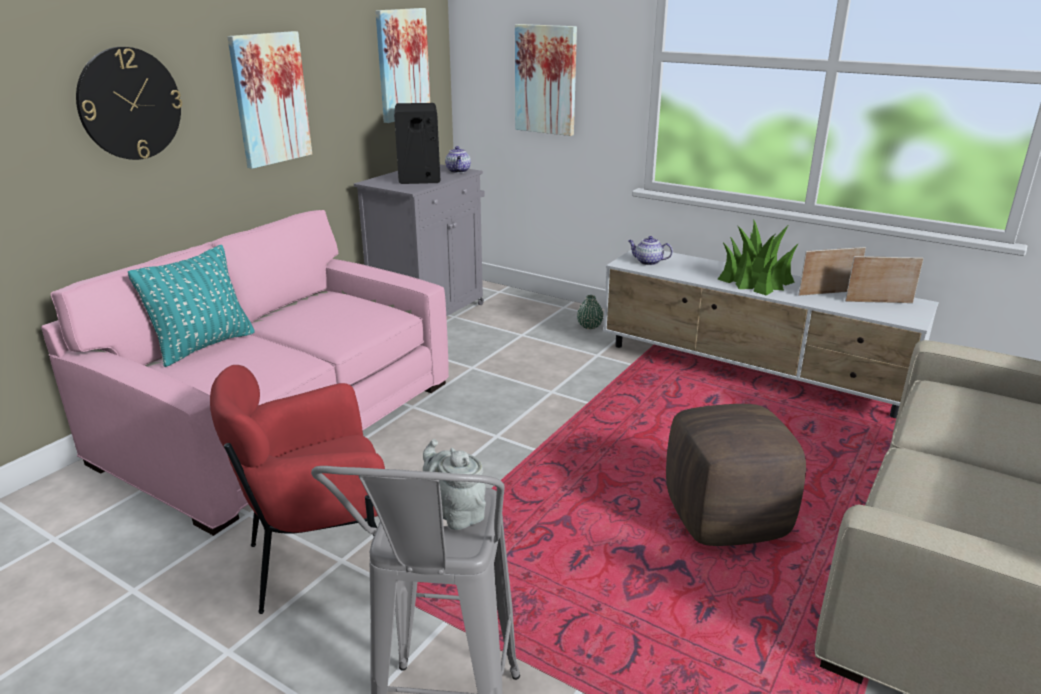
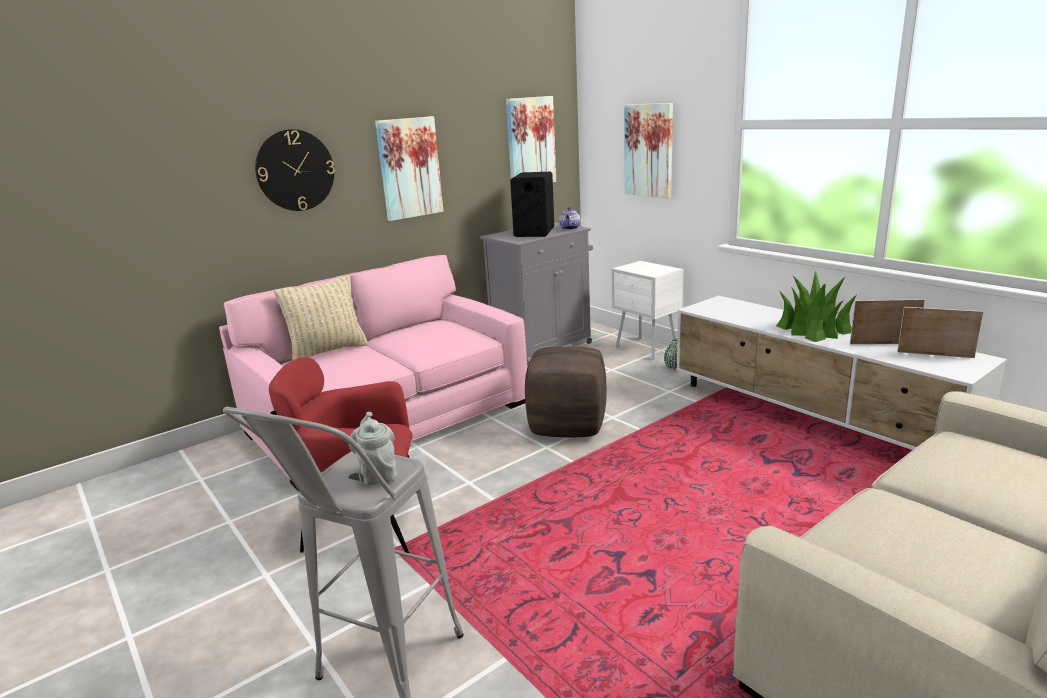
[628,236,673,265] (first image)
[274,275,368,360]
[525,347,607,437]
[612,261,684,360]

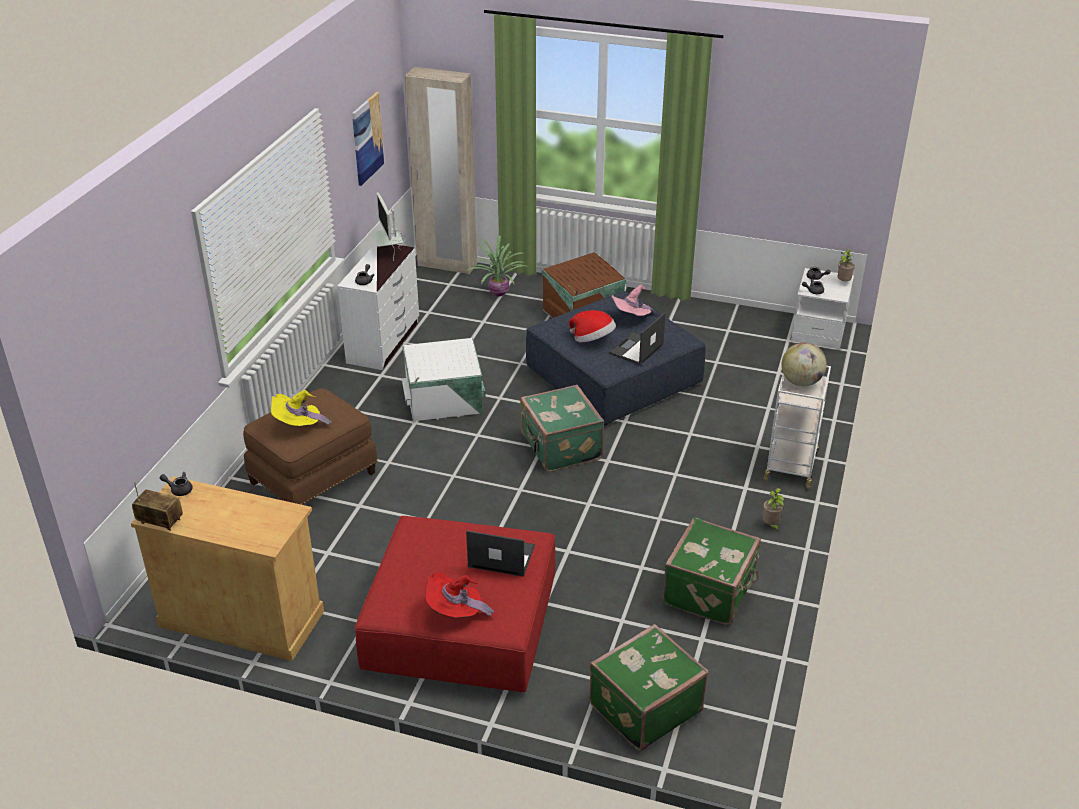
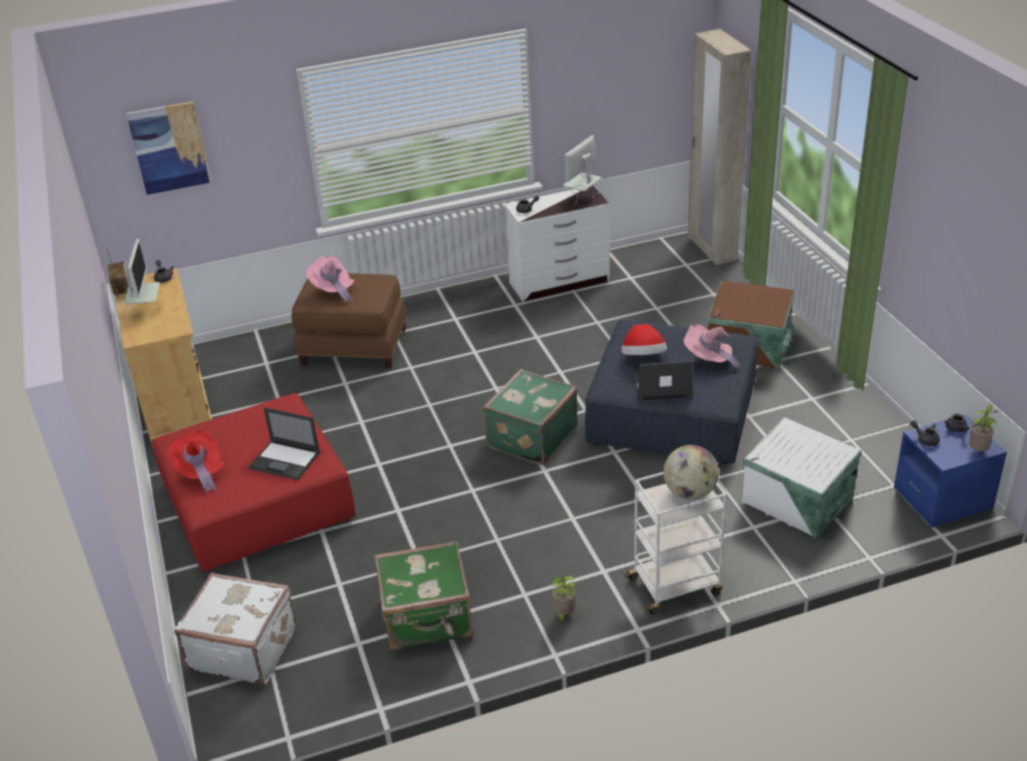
[126,101,211,195]
[464,235,529,296] (first image)
[894,414,1007,527]
[742,417,862,539]
[306,256,354,304]
[249,407,320,480]
[174,573,296,685]
[120,239,160,312]

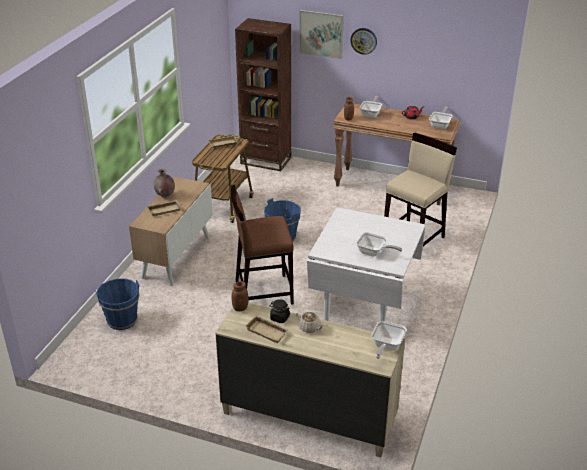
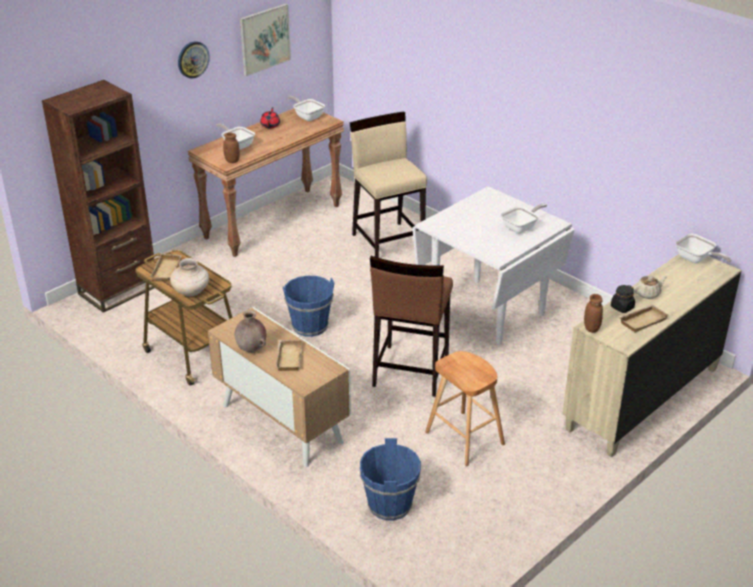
[240,4,291,76]
[170,258,209,296]
[425,351,505,466]

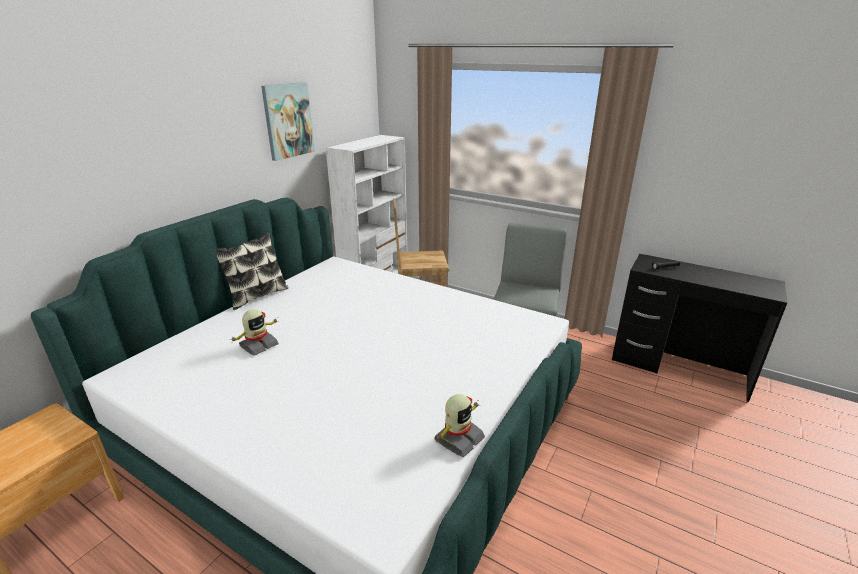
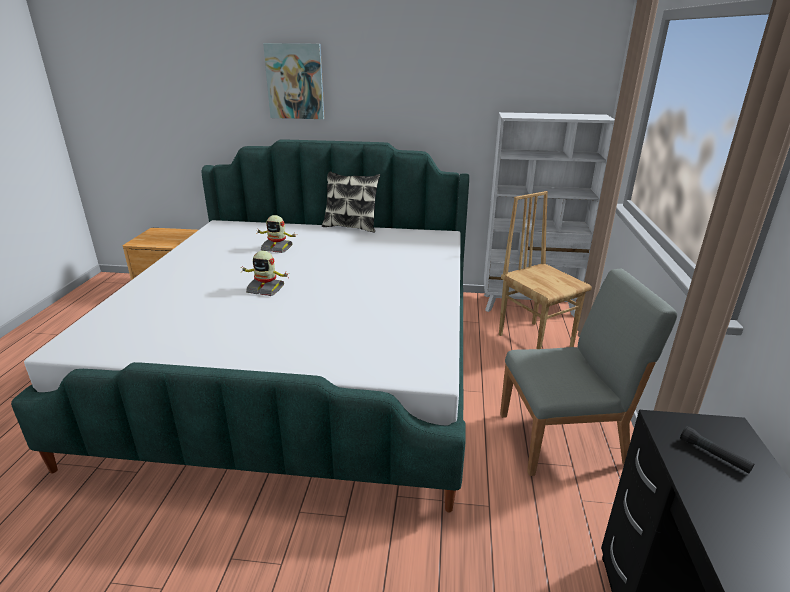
[263,43,325,119]
[241,251,290,296]

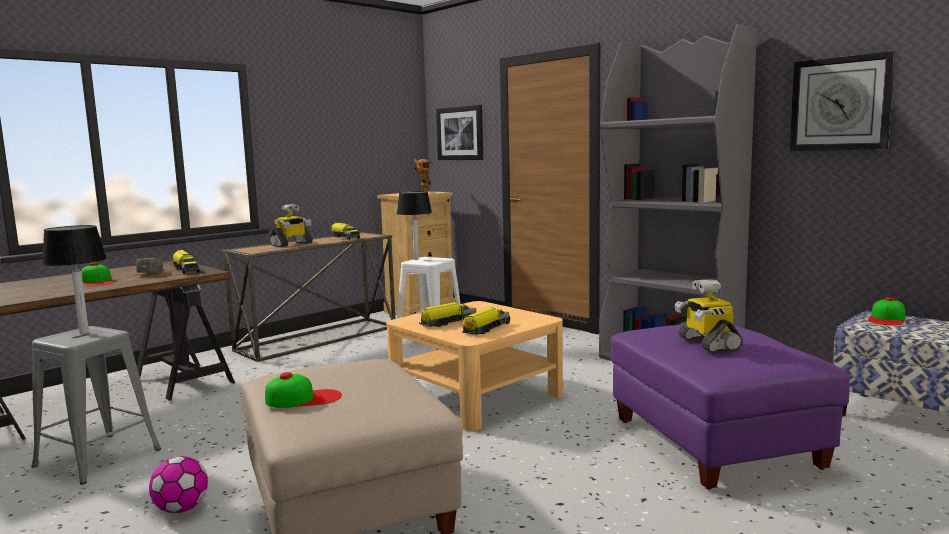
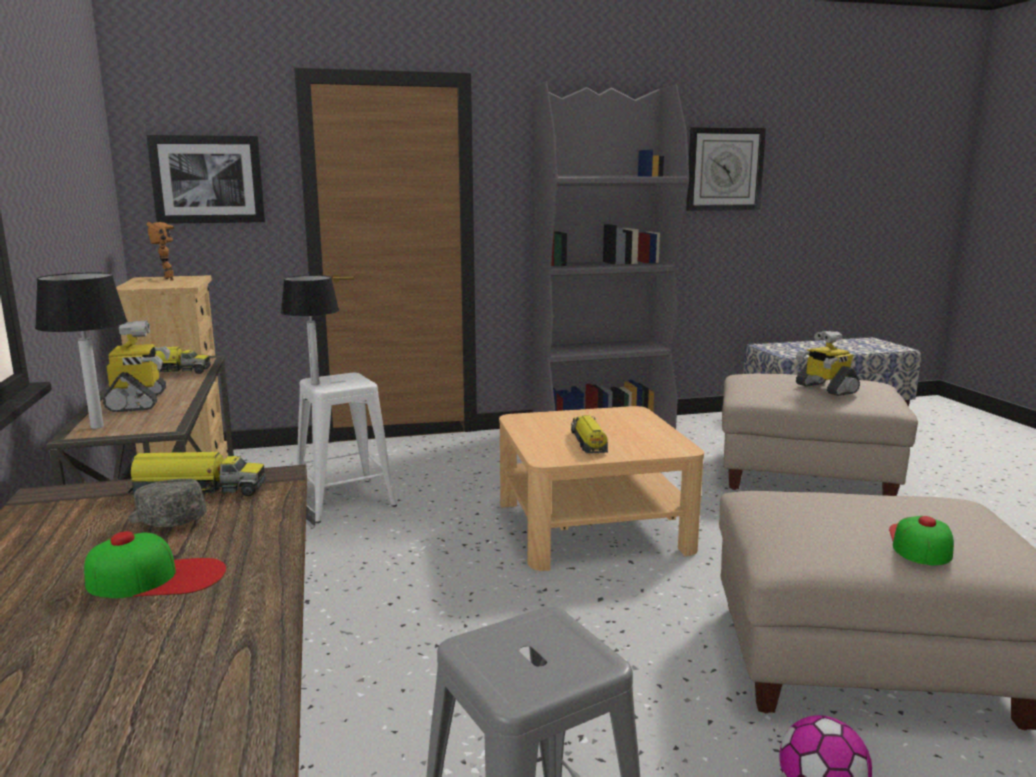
[35,272,128,429]
[796,331,860,396]
[867,297,905,326] (first image)
[462,307,510,335] (first image)
[722,374,918,496]

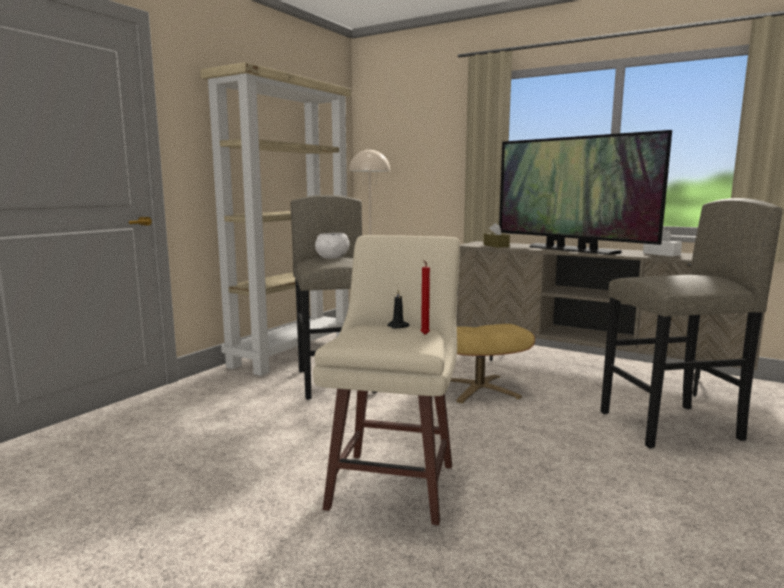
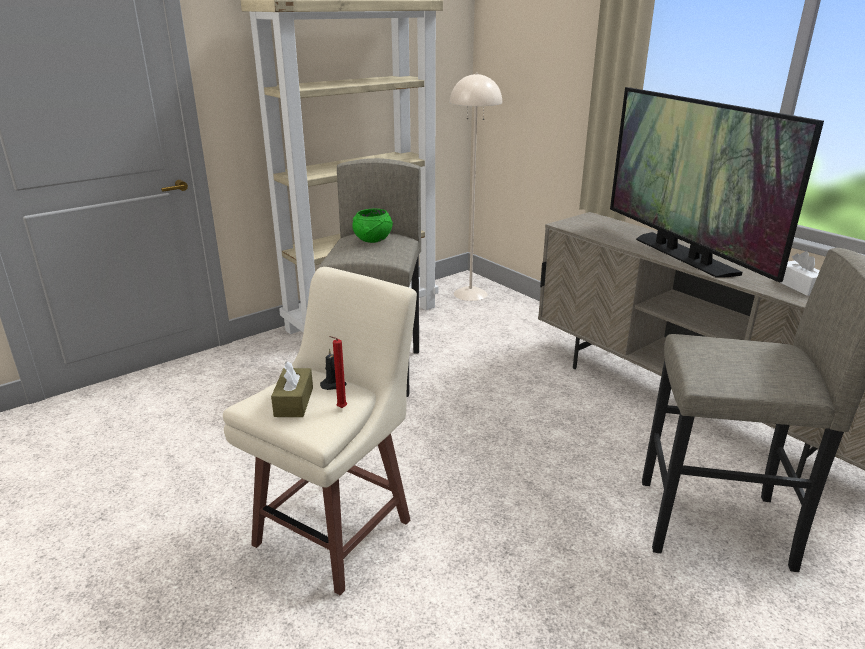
[271,361,313,417]
[352,209,393,243]
[450,324,535,403] (first image)

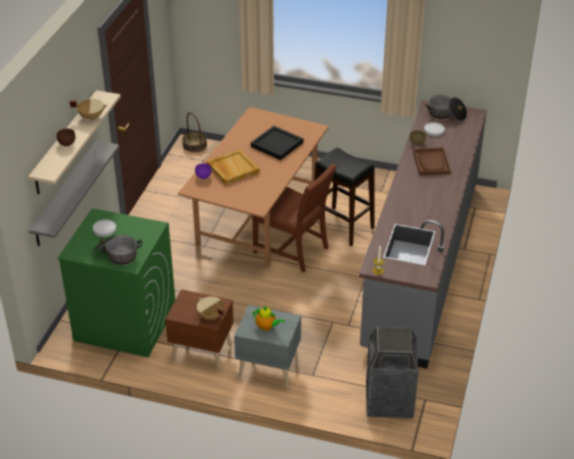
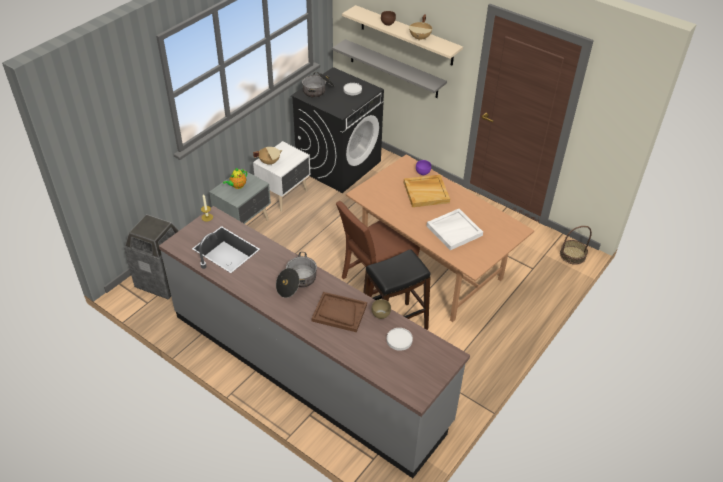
[276,252,317,298]
[427,209,483,250]
[291,67,384,193]
[253,141,310,212]

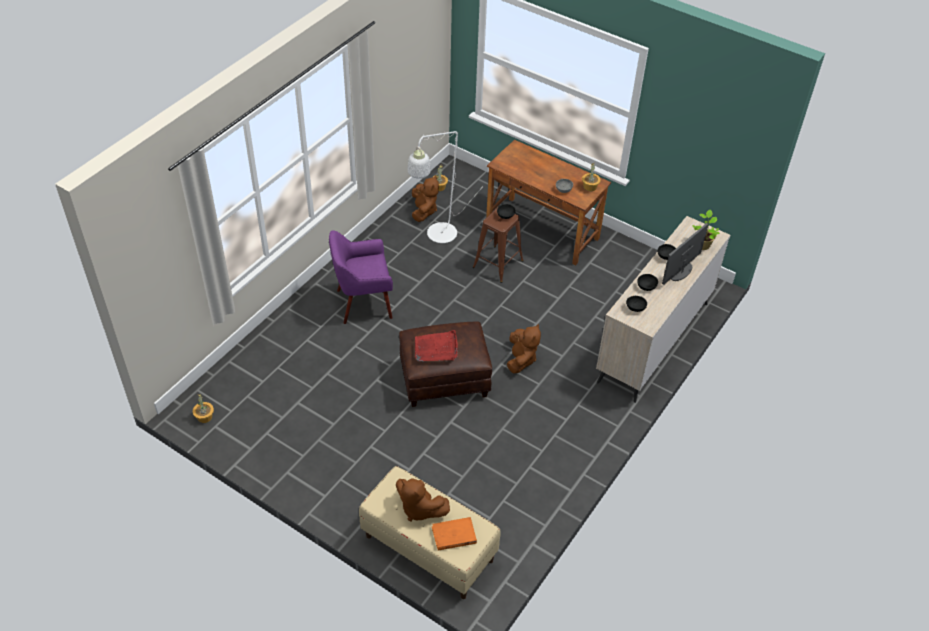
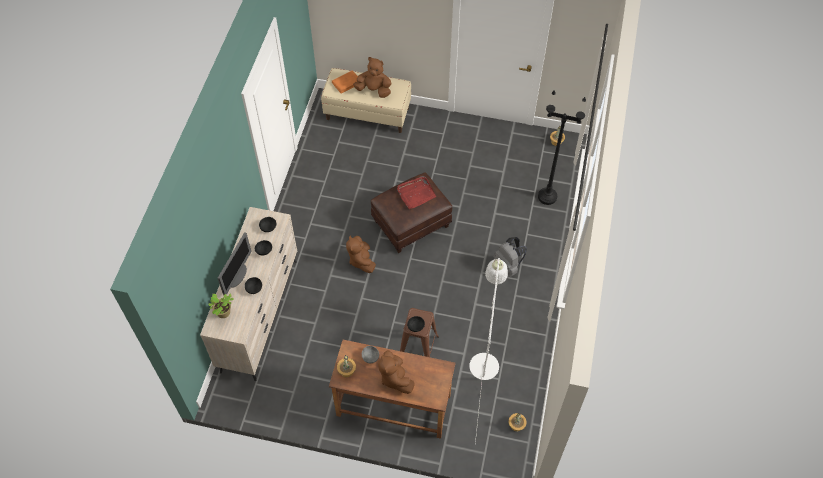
[378,350,415,394]
[494,237,527,277]
[538,90,586,205]

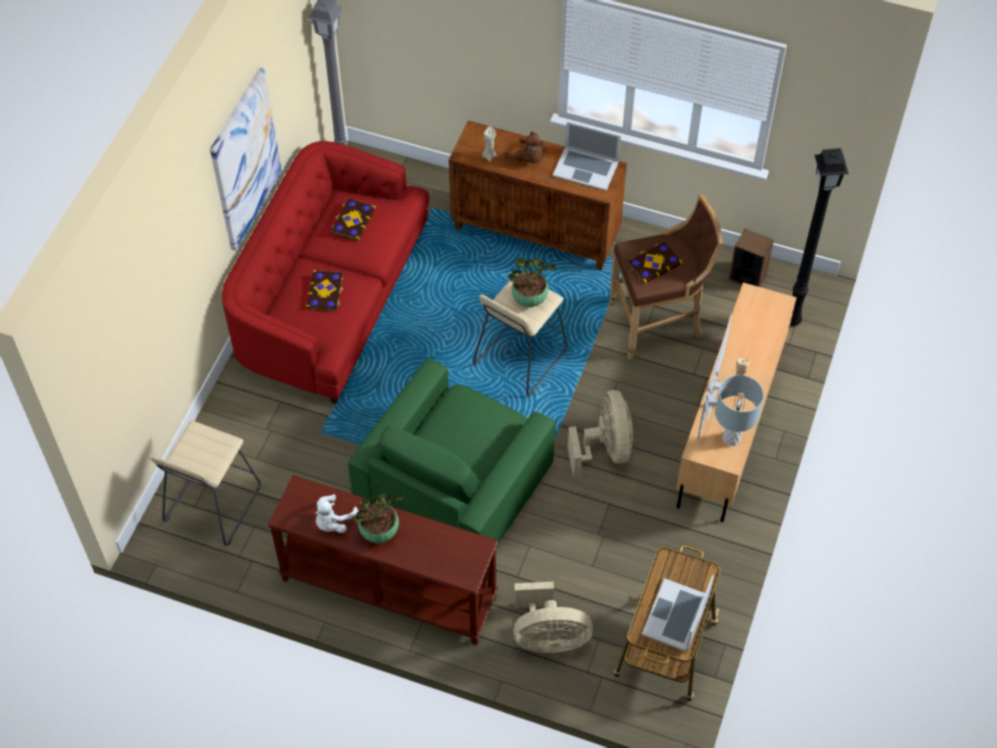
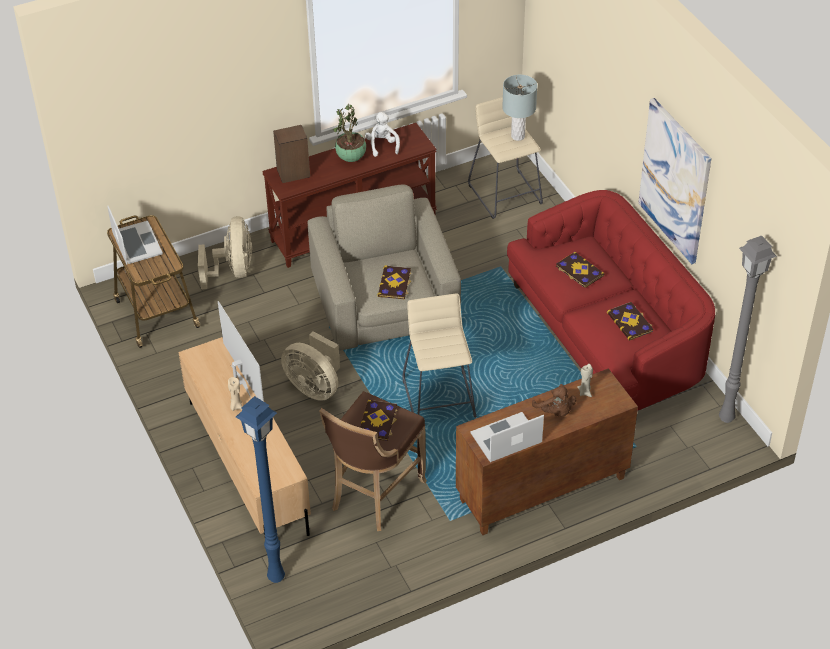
[532,384,576,417]
[236,396,285,583]
[273,125,310,183]
[508,258,557,307] (first image)
[307,185,461,351]
[502,75,537,141]
[198,216,252,289]
[378,266,412,299]

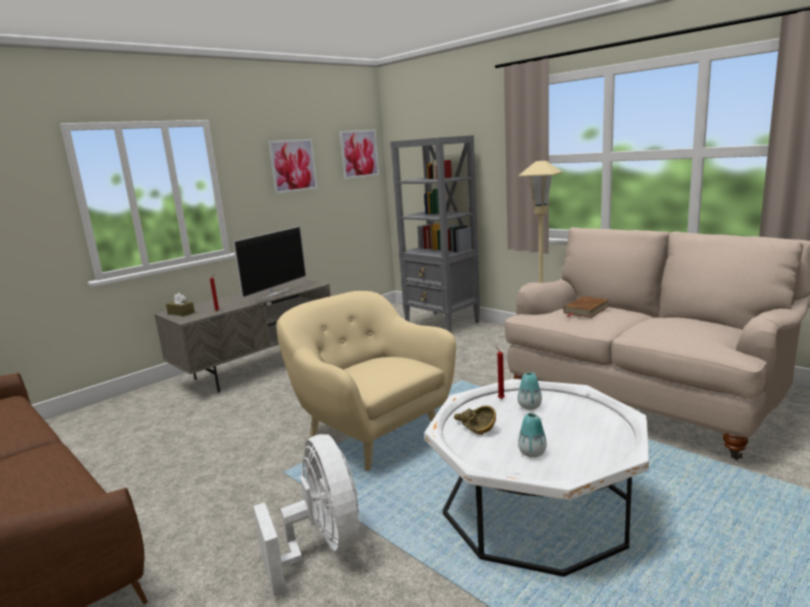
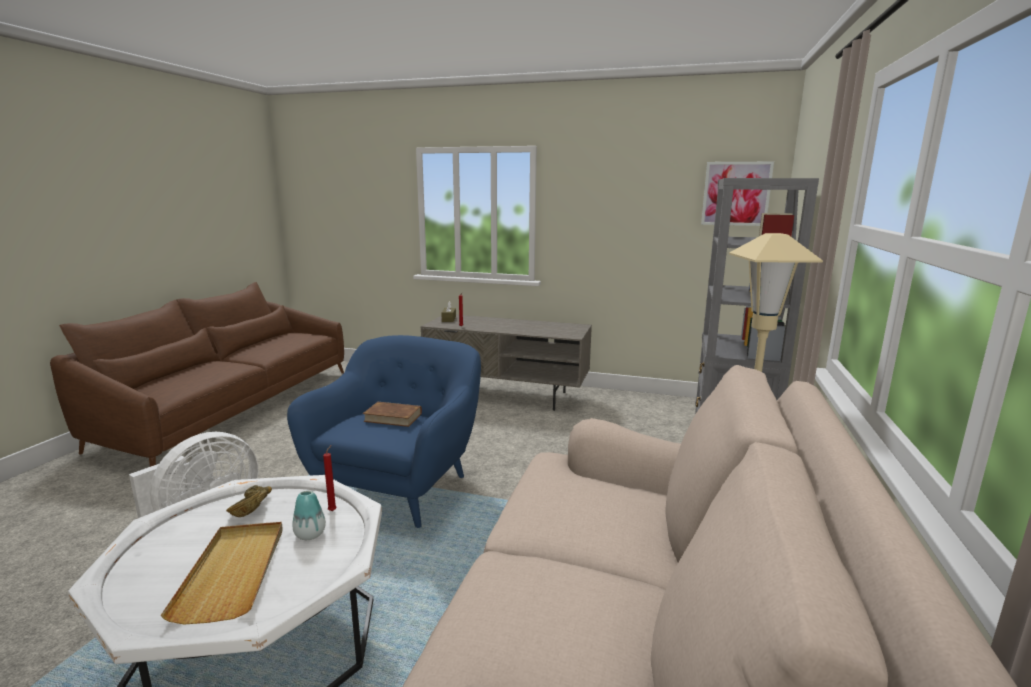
[268,139,318,194] (first image)
[233,226,307,300] (first image)
[287,335,481,528]
[363,402,422,427]
[518,413,547,458] (first image)
[161,522,283,625]

